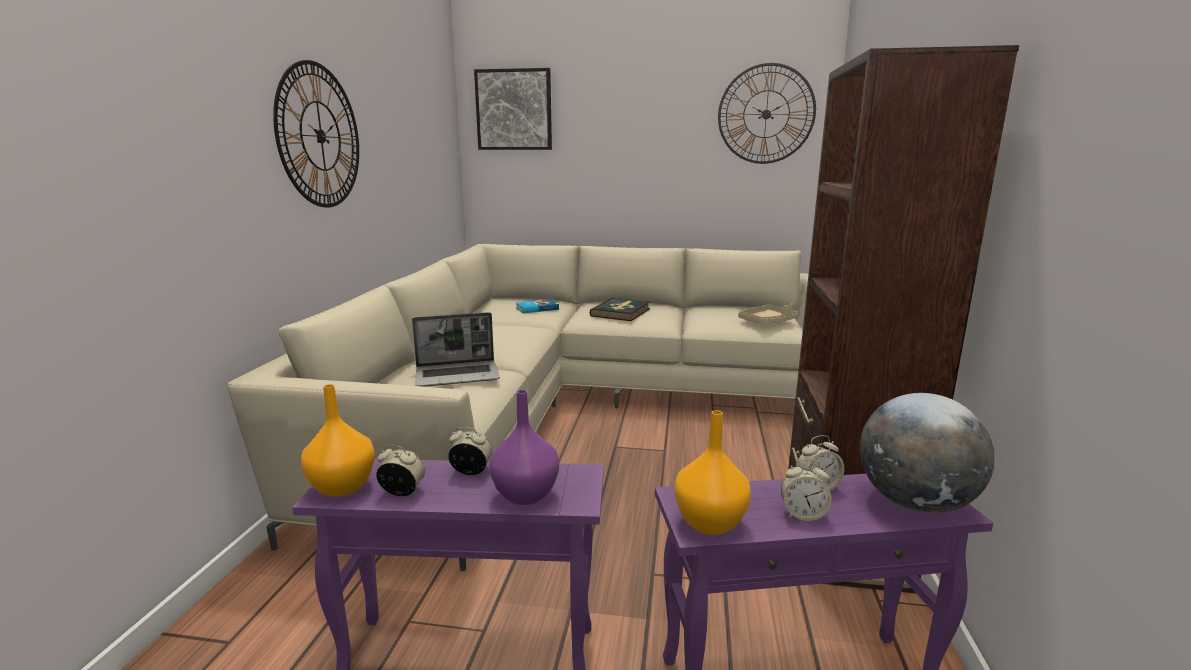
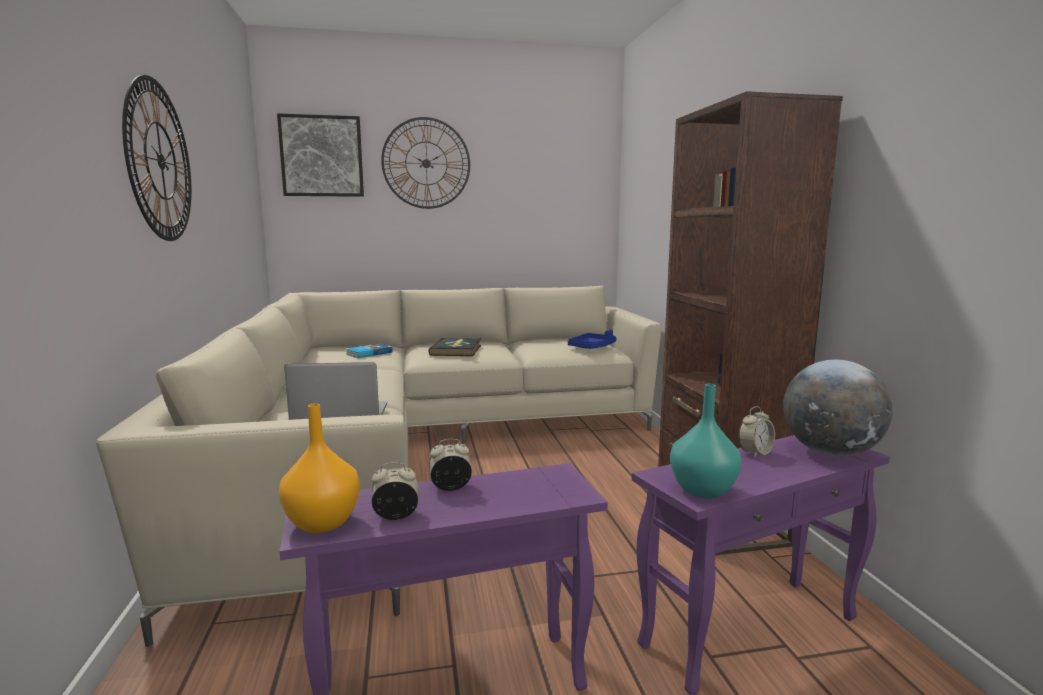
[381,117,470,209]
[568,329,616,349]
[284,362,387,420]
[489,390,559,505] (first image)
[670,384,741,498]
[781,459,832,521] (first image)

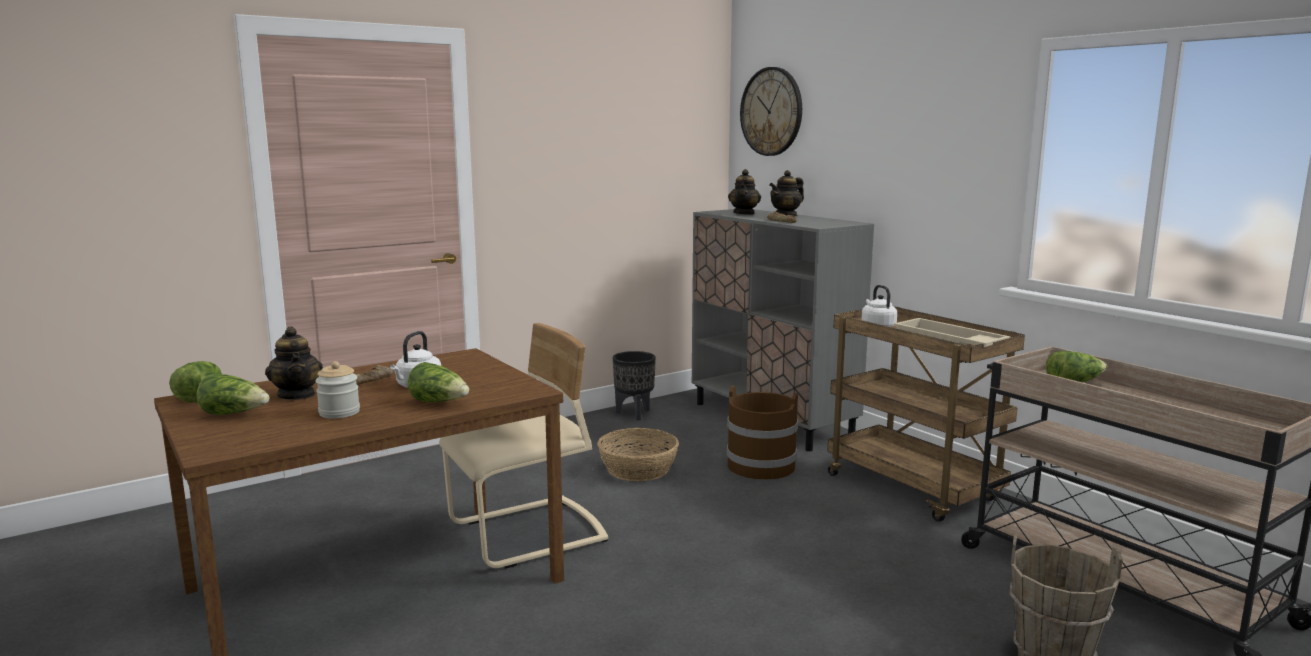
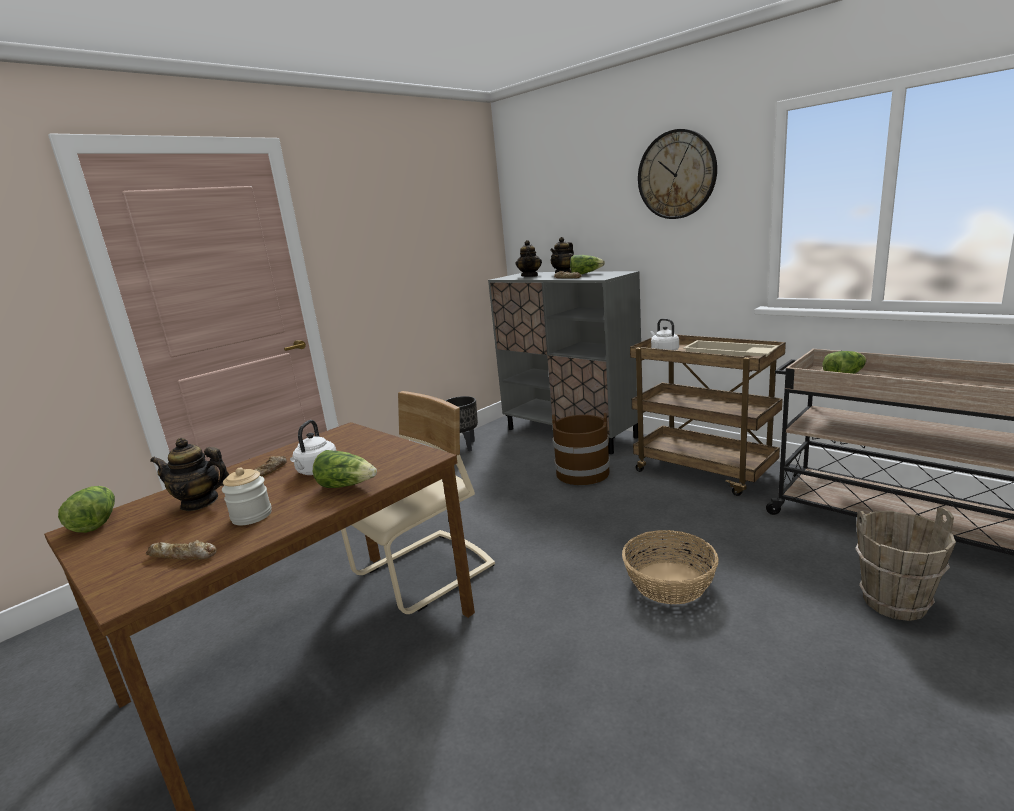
[638,129,717,219]
[150,438,229,511]
[570,255,605,275]
[622,530,719,604]
[146,539,217,560]

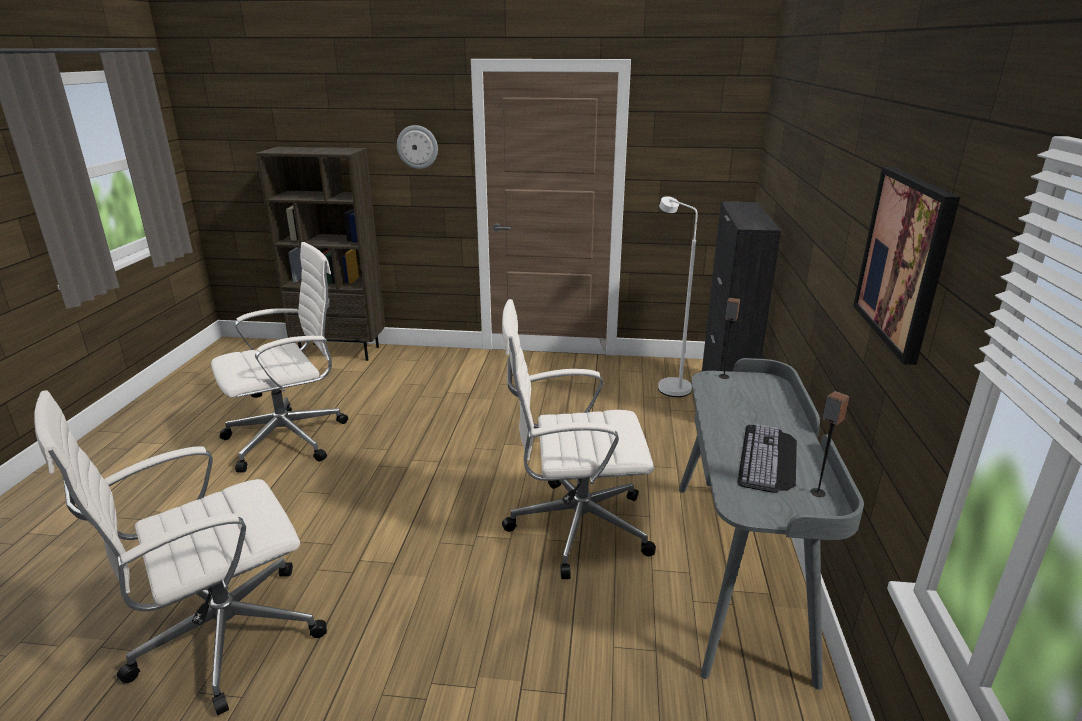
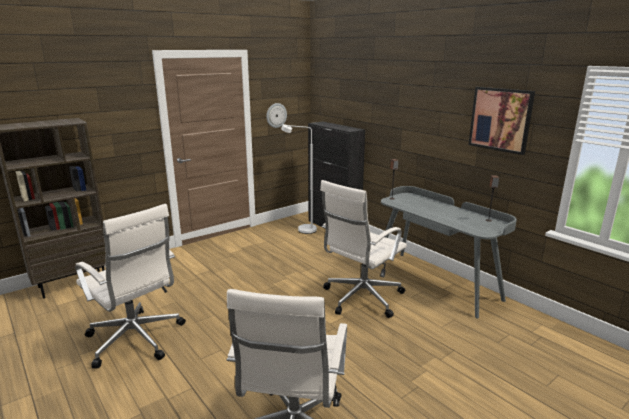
[267,103,287,128]
[75,204,186,369]
[737,424,797,493] (first image)

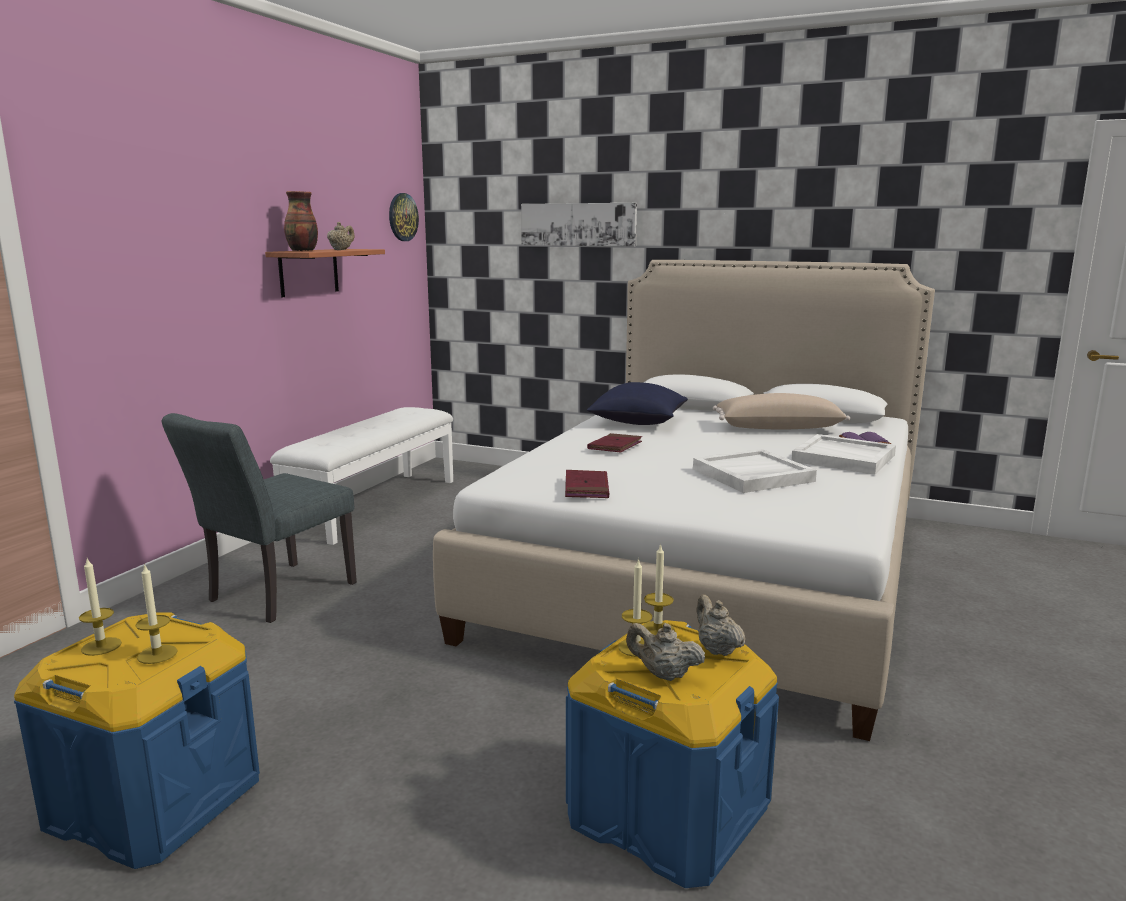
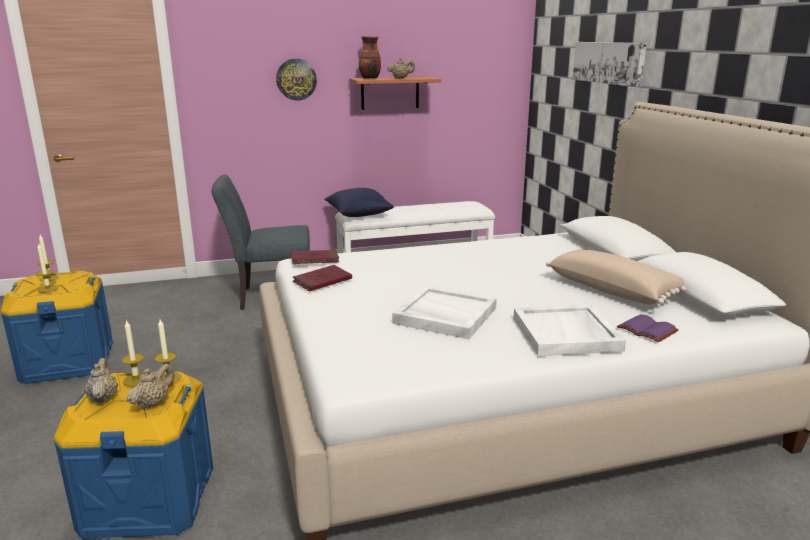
[276,59,317,100]
[324,188,394,217]
[291,249,339,264]

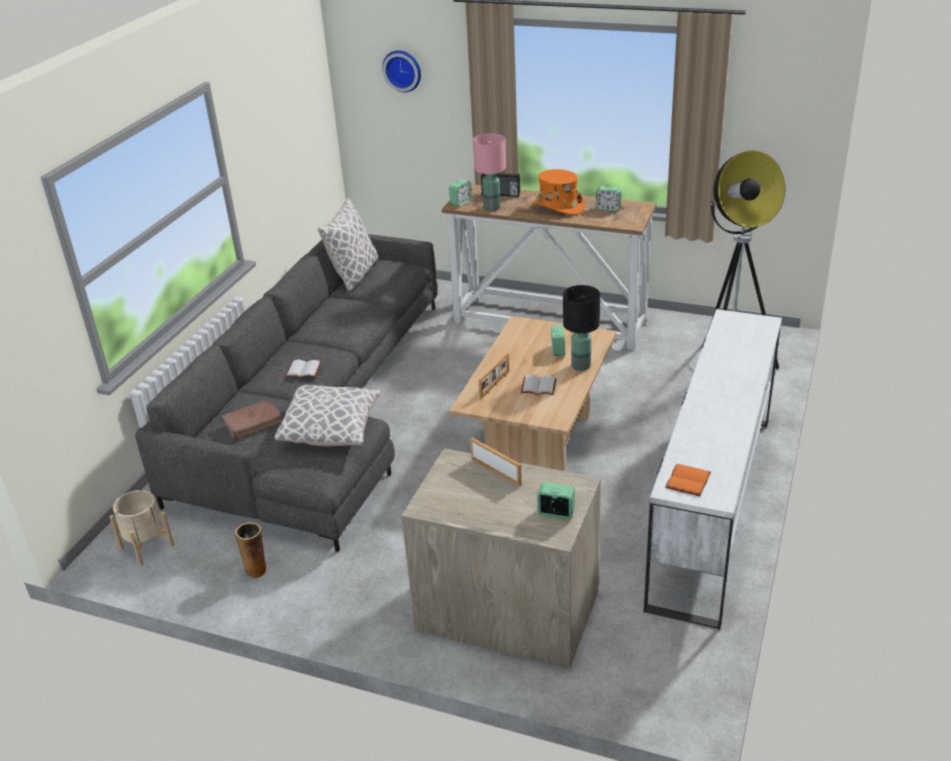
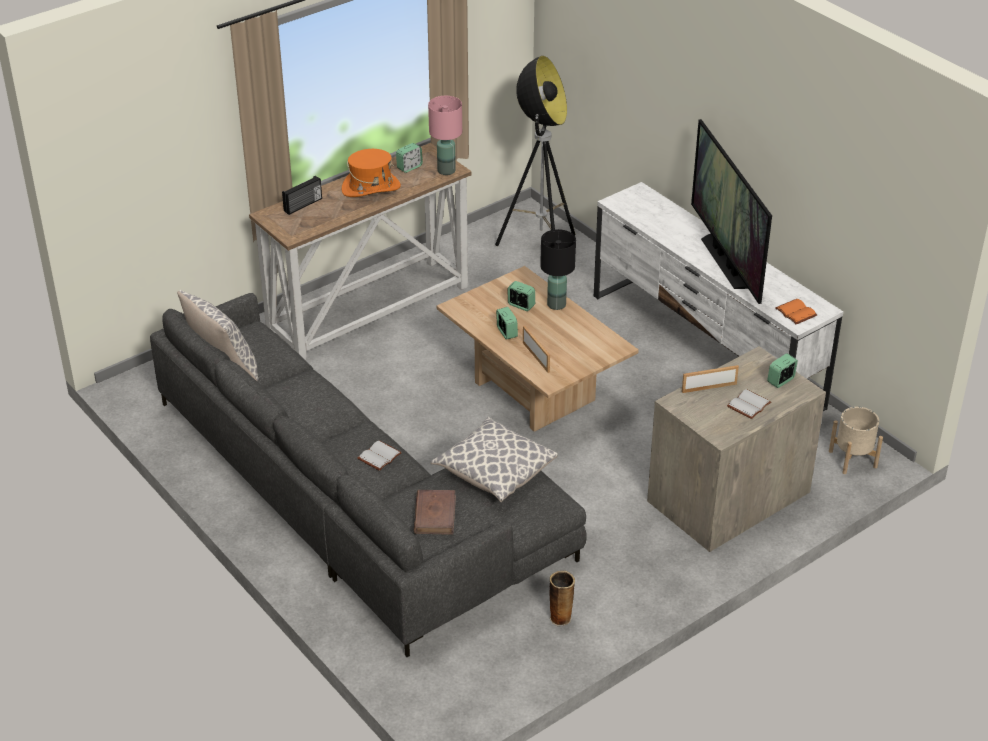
[382,50,421,92] (first image)
[428,96,462,175]
[496,307,518,340]
[727,389,771,419]
[829,407,883,474]
[691,119,772,304]

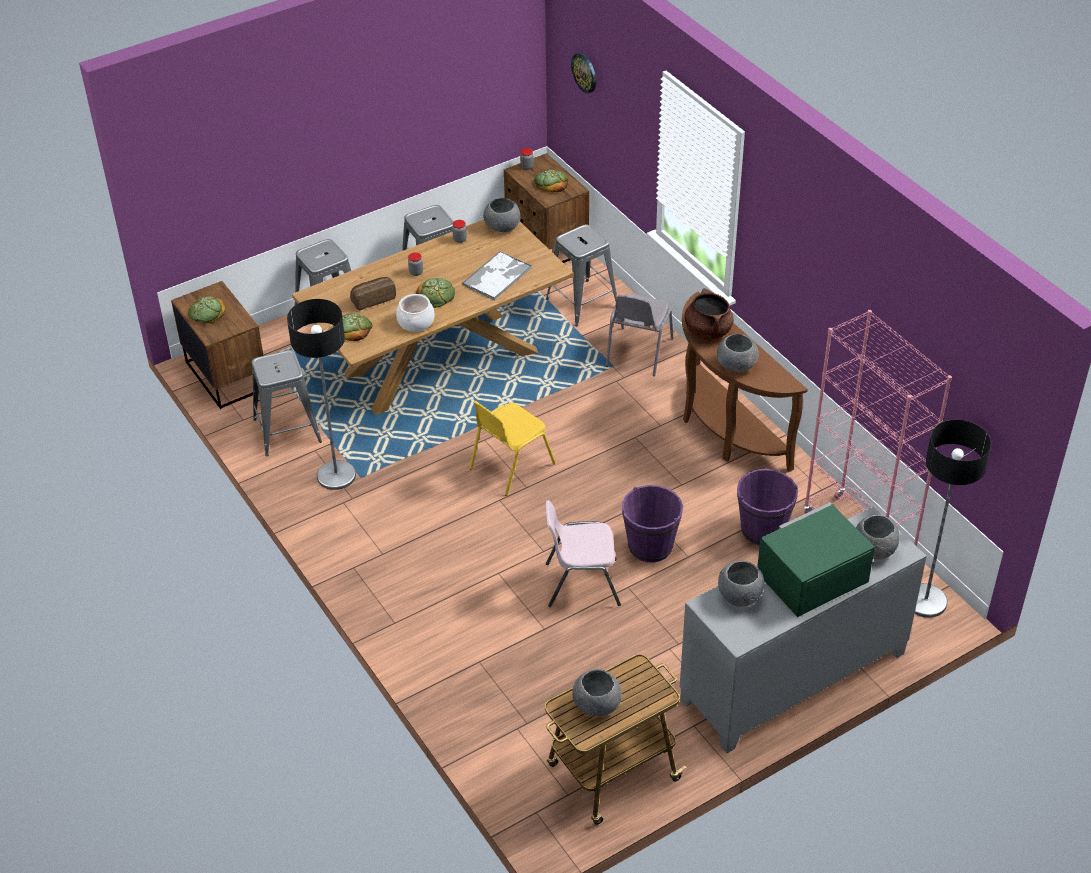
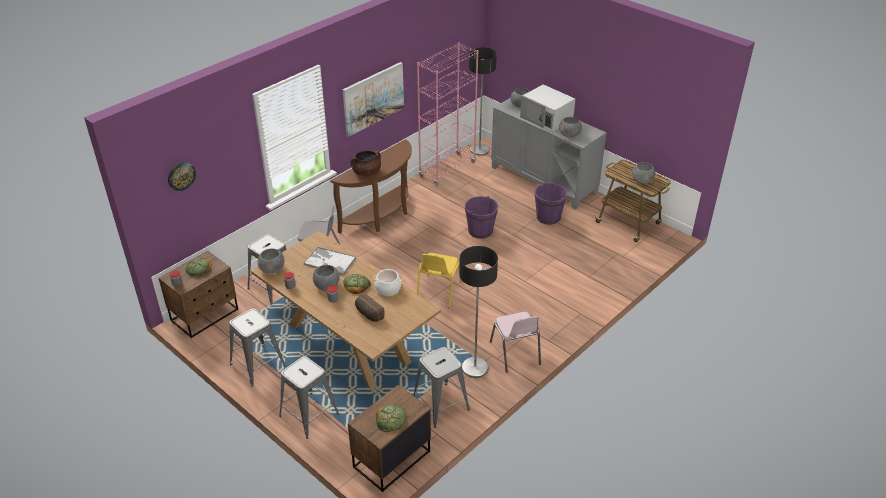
[333,313,373,341] (first image)
[313,265,340,291]
[417,253,462,308]
[534,183,568,225]
[490,312,541,373]
[520,84,575,132]
[343,62,404,137]

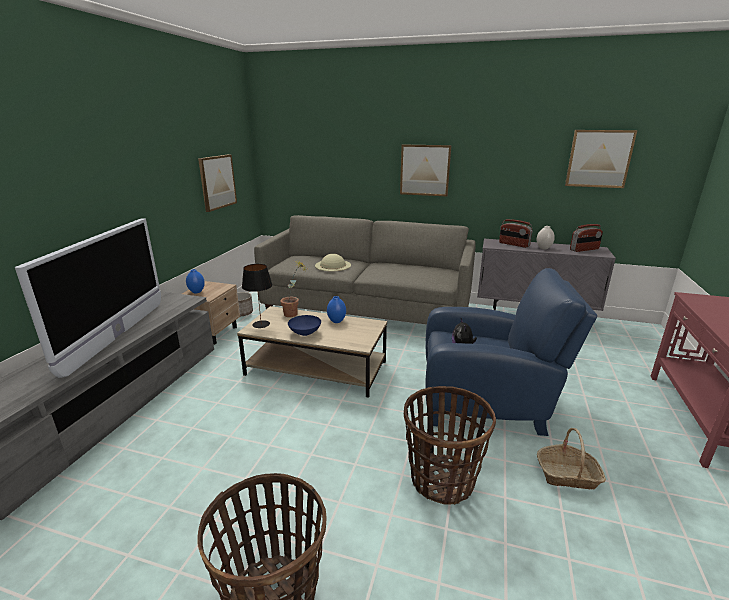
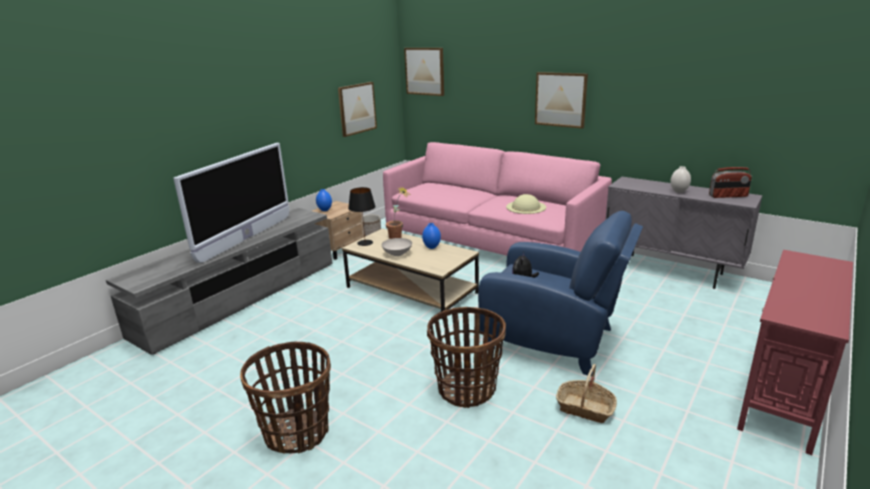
[404,48,444,96]
[383,142,612,256]
[499,219,533,248] (first image)
[506,194,546,214]
[382,238,412,256]

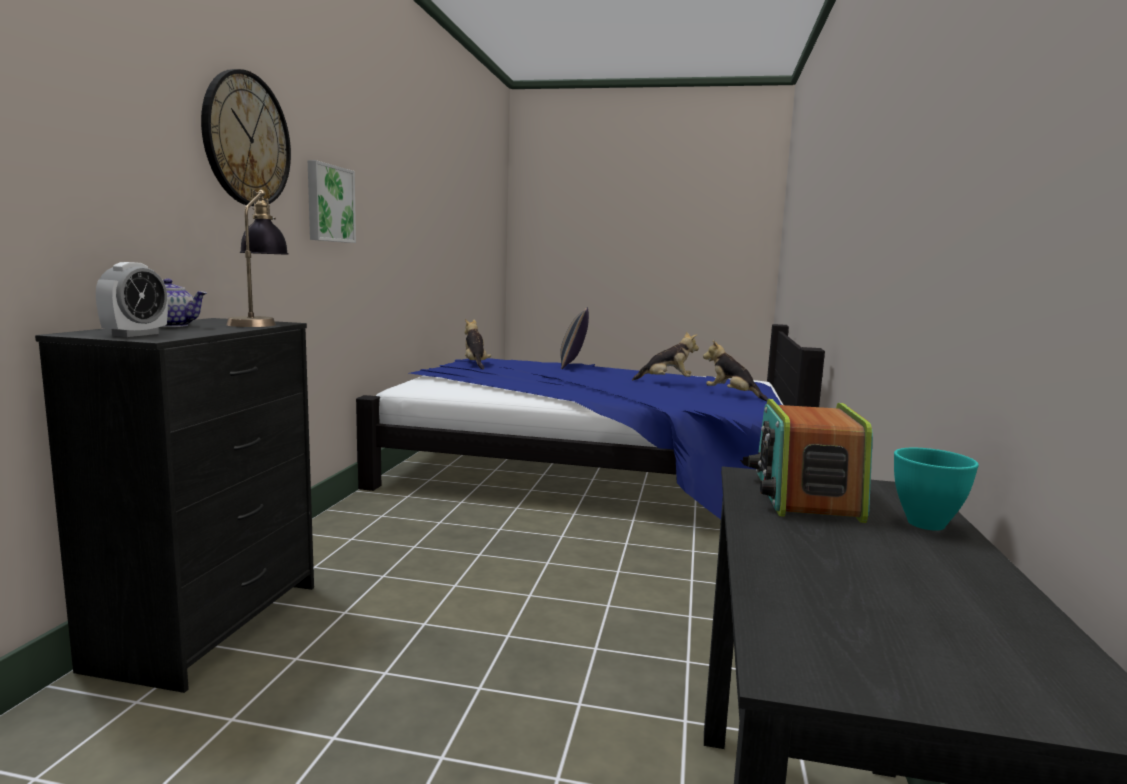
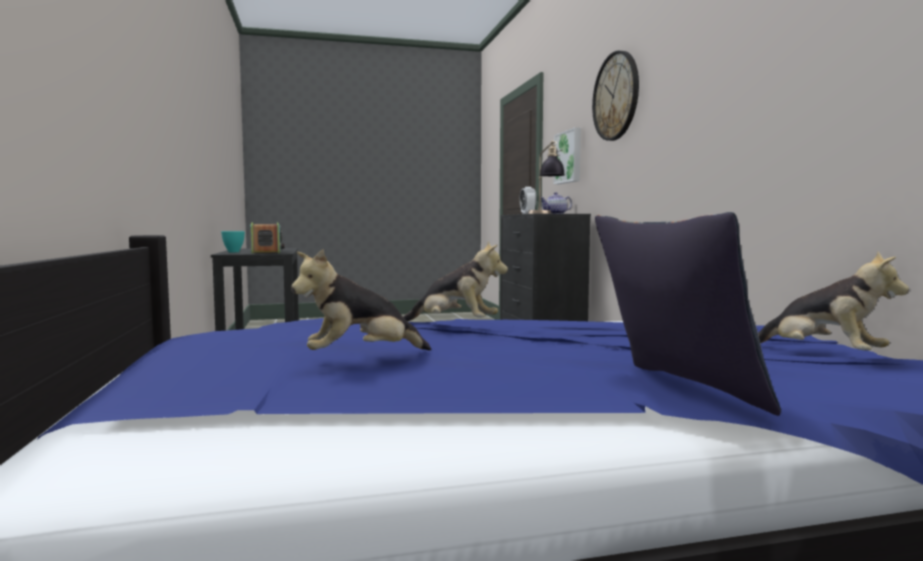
[553,127,581,184]
[403,241,508,321]

